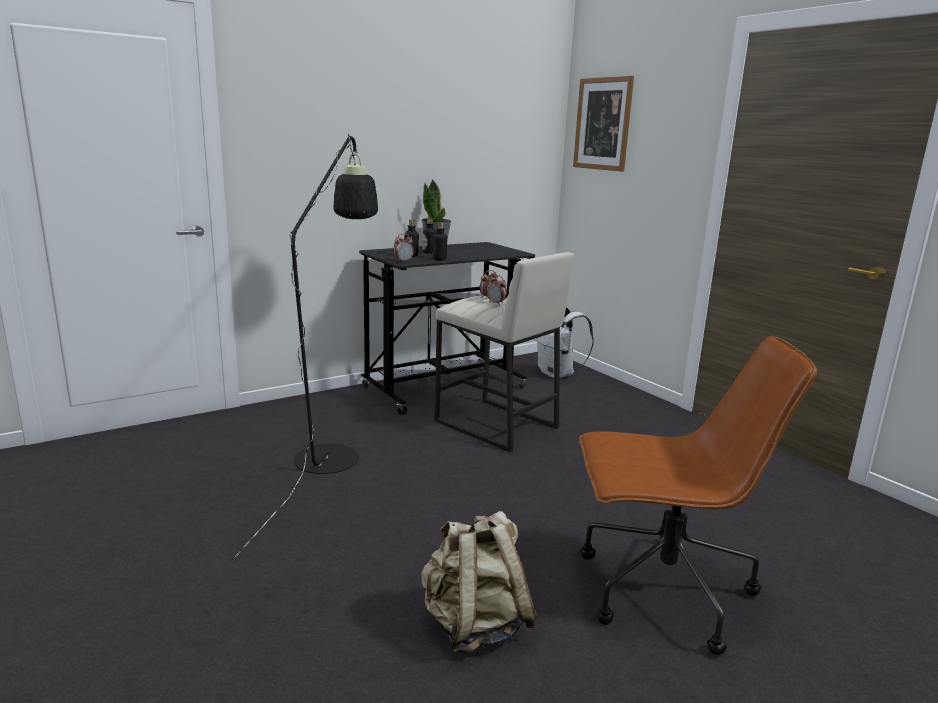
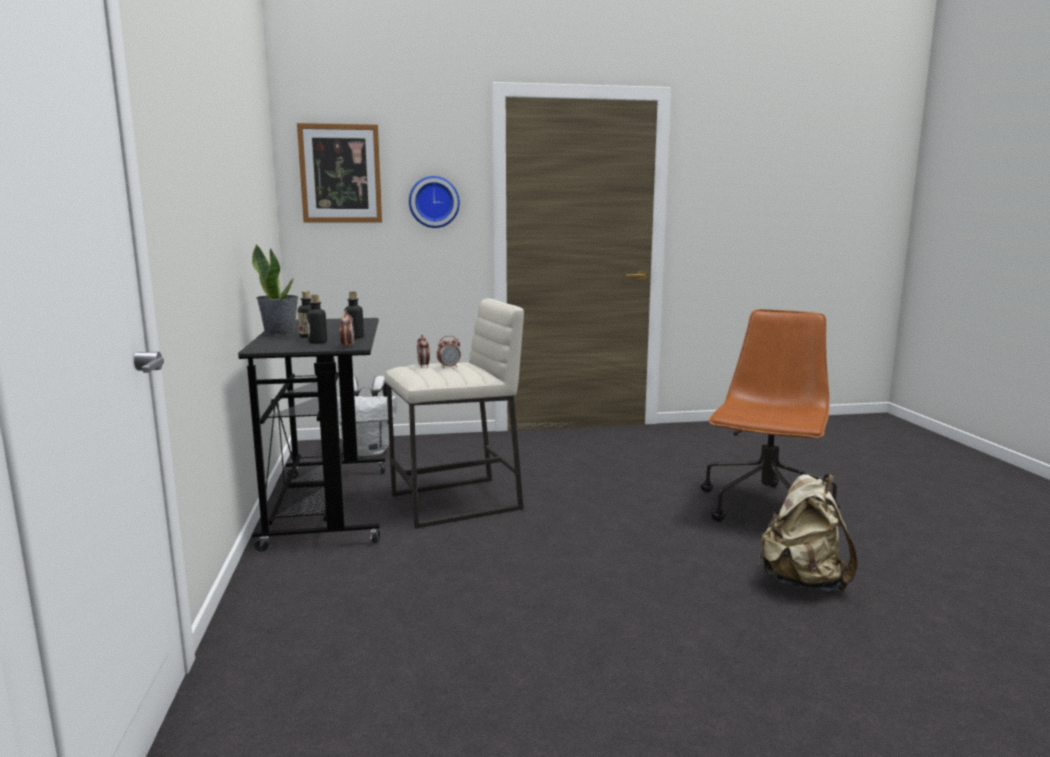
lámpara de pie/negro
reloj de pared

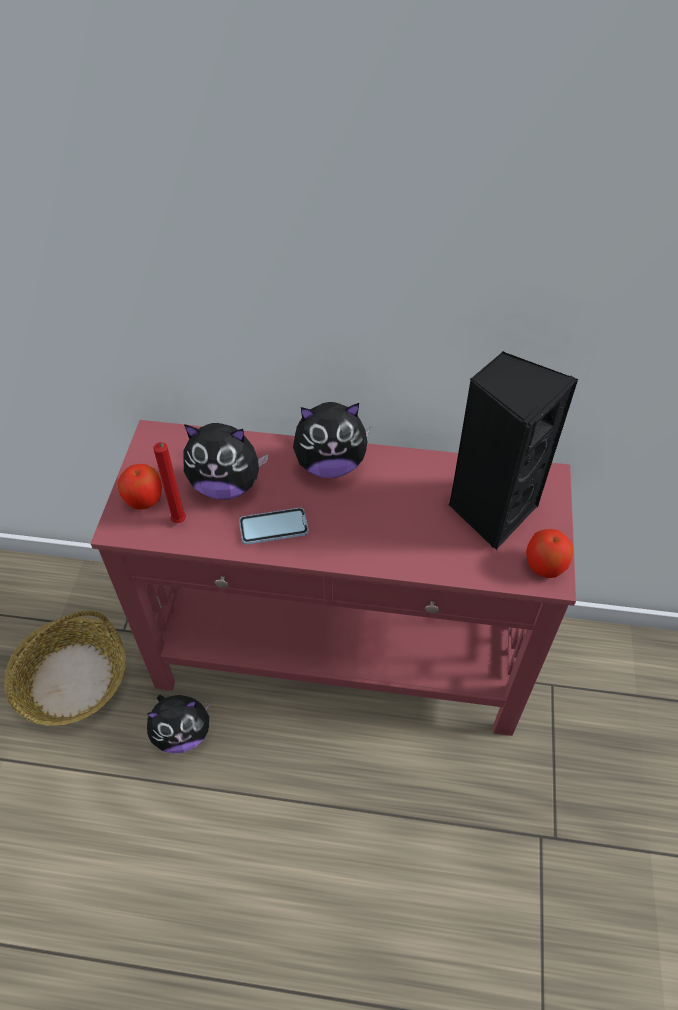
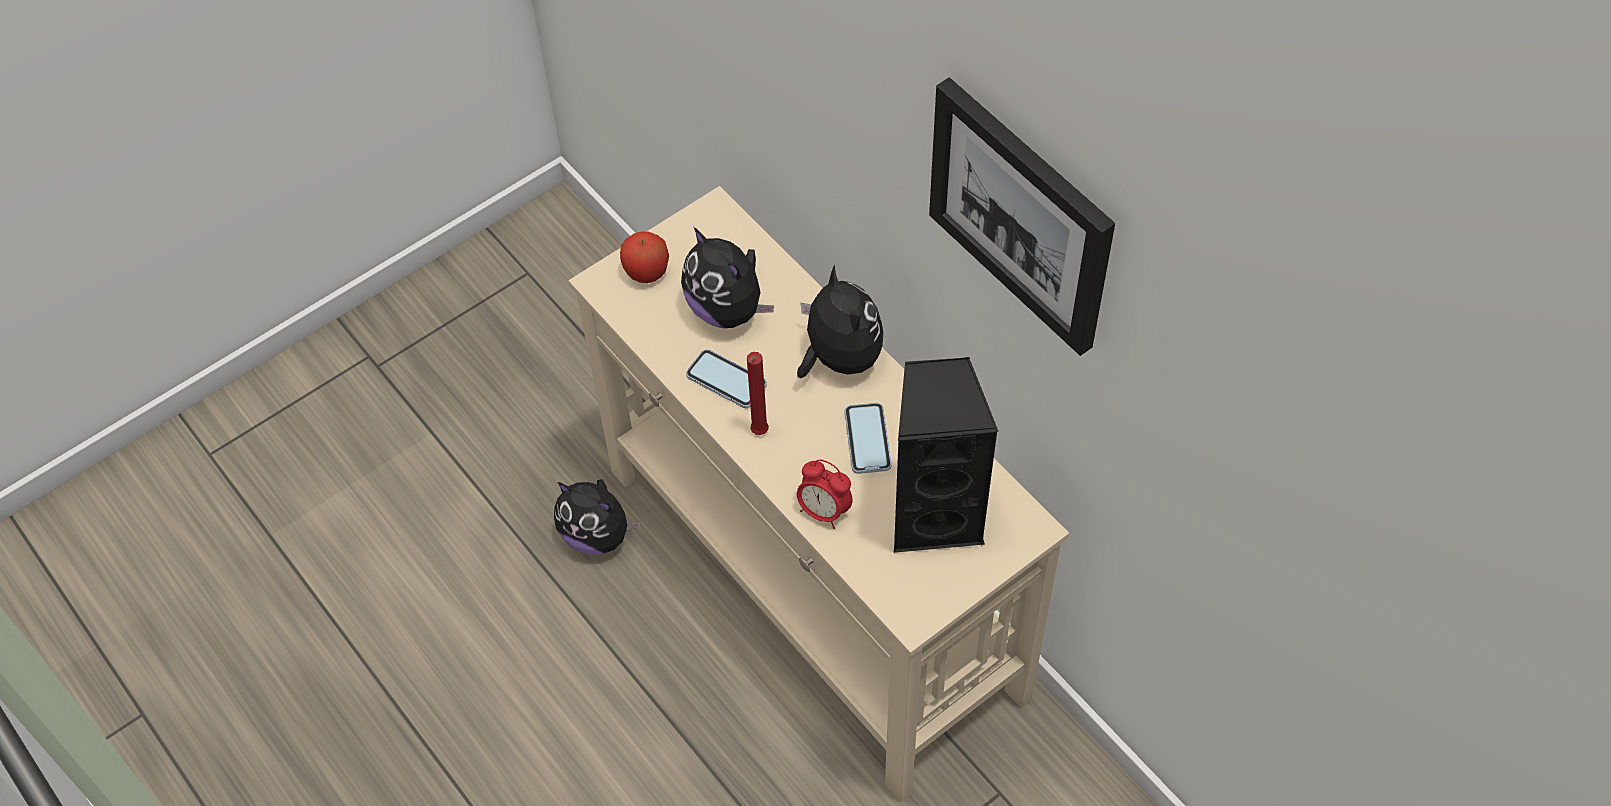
peluche (no. 3 from left)
mesa consola/beis
vela/rojo
manzana (no. 2 from left in the first image)
cesta
cuadro
móvil (no. 2 from left)
despertador

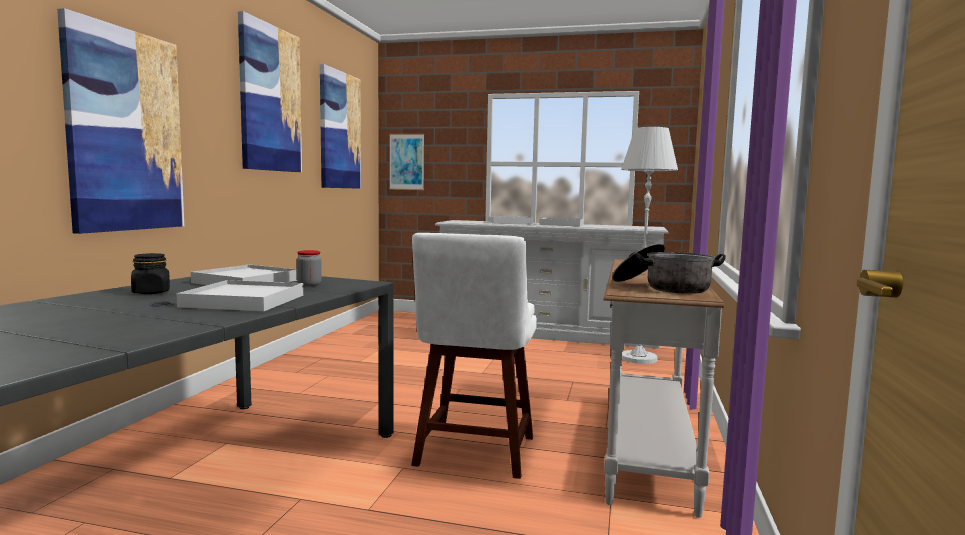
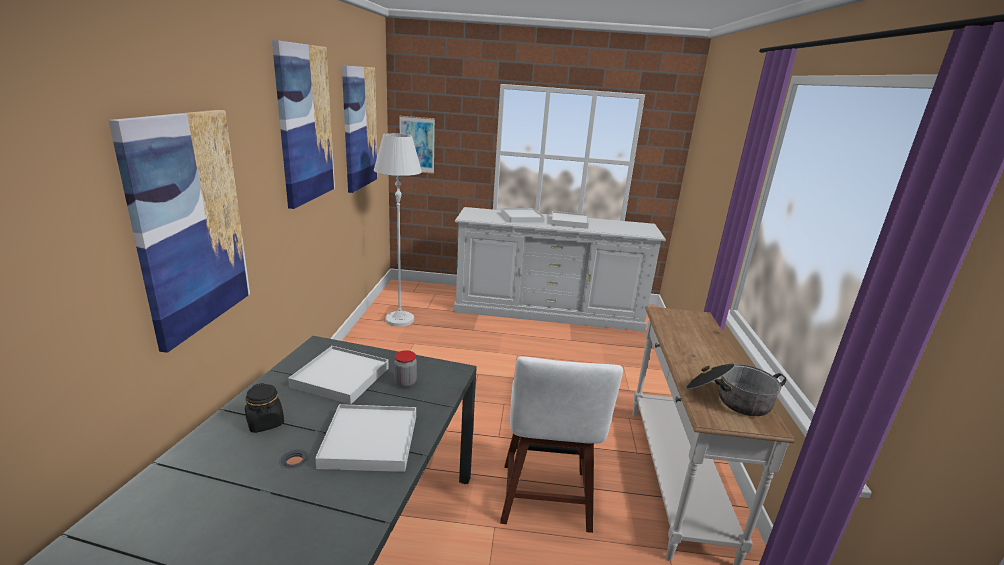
lámpara de pie/blanco

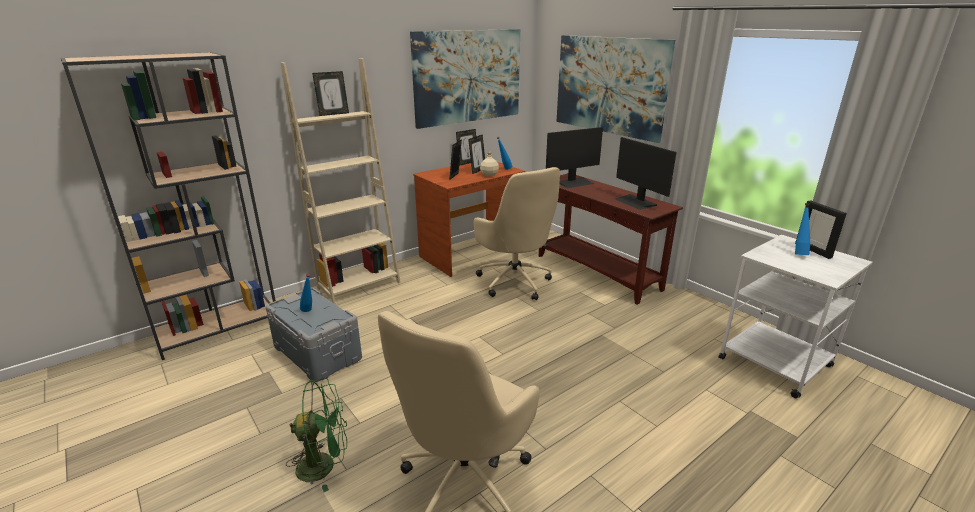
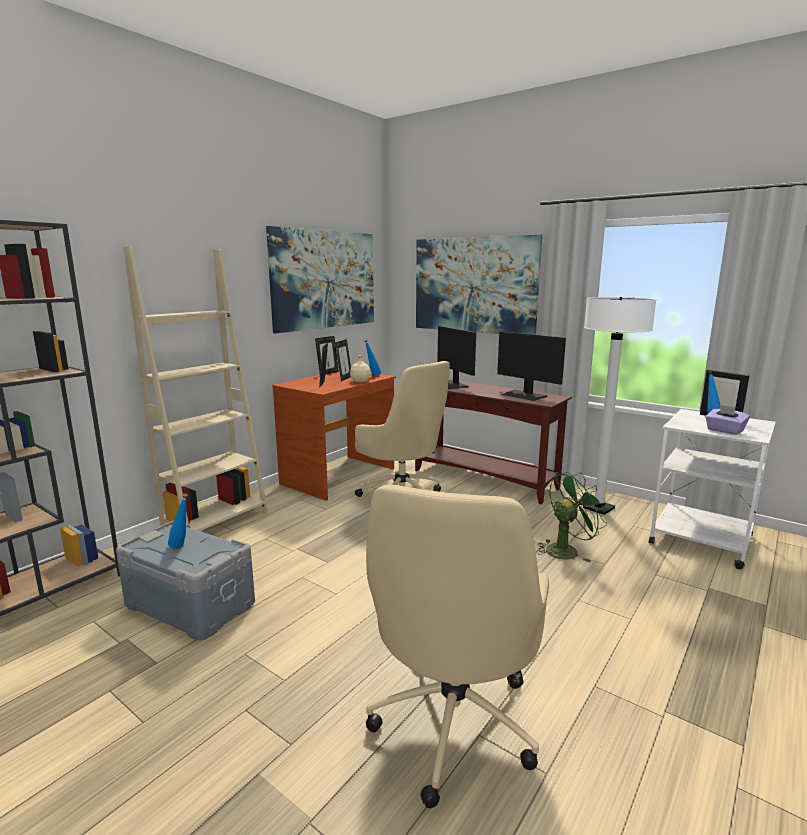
portarretratos (no. 1 from left in the first image)
monitor (no. 1 from left)
ventilador/verde
lámpara de pie/blanco
caja de pañuelos/morado

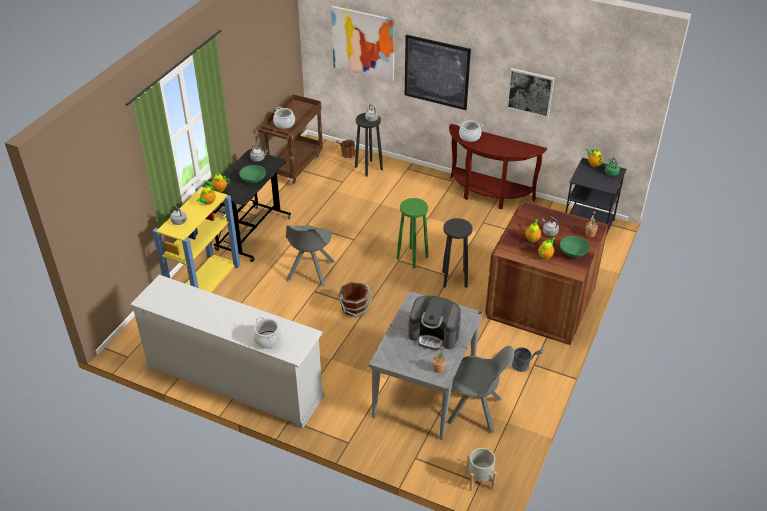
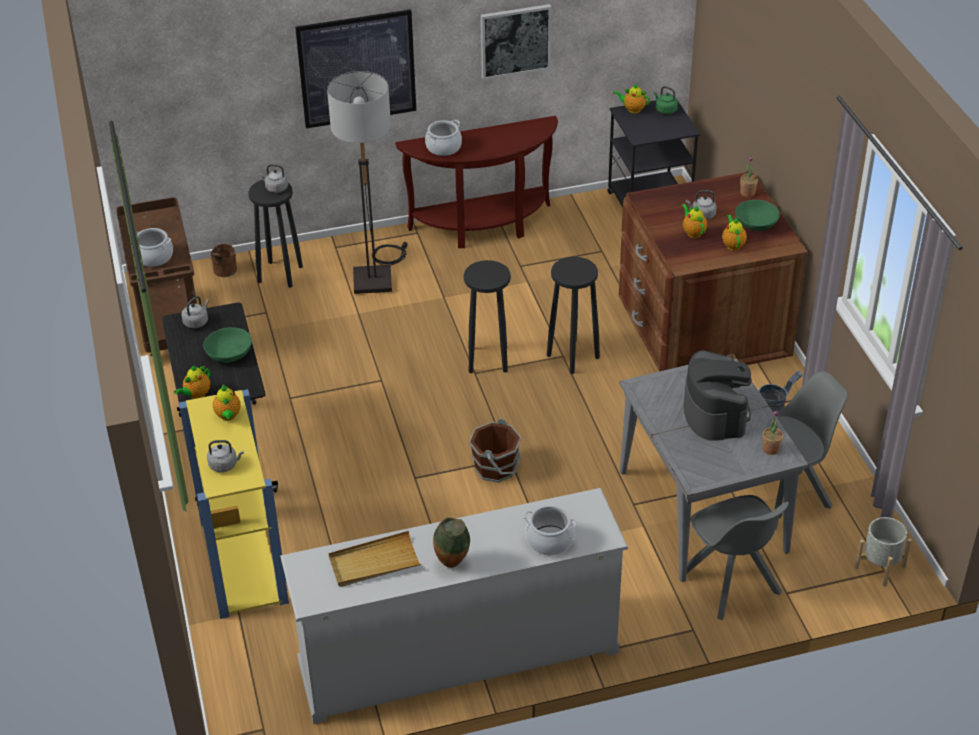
cuadro (no. 1 from left in the first image)
taburete/negro (no. 2 from left)
silla/gris (no. 1 from left)
cafetera
lámpara de pie
florero
bandeja/beis

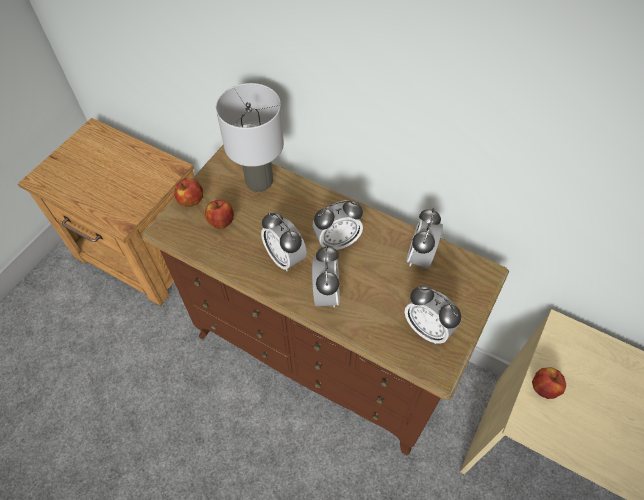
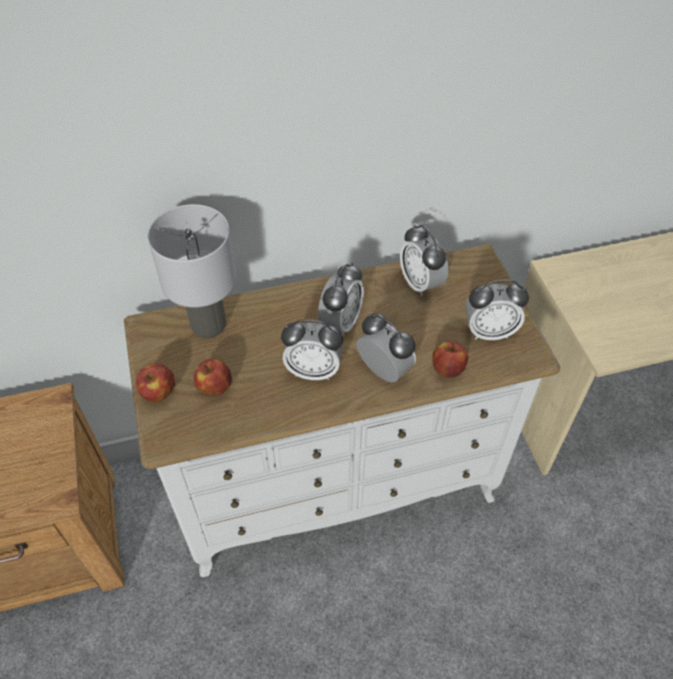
cómoda/blanco
manzana (no. 3 from left)

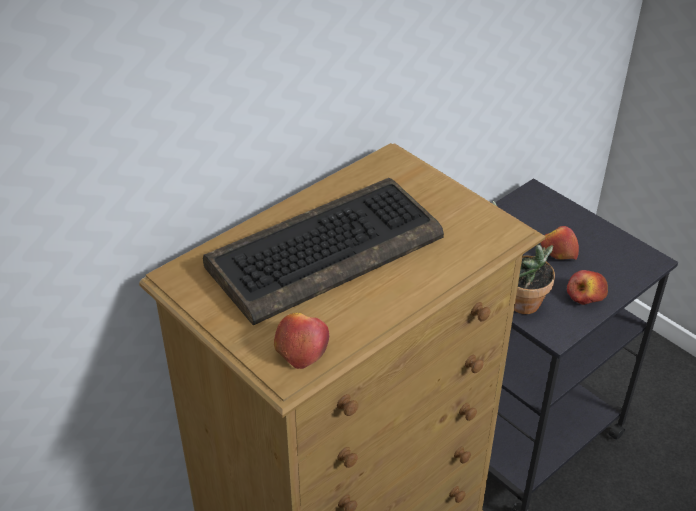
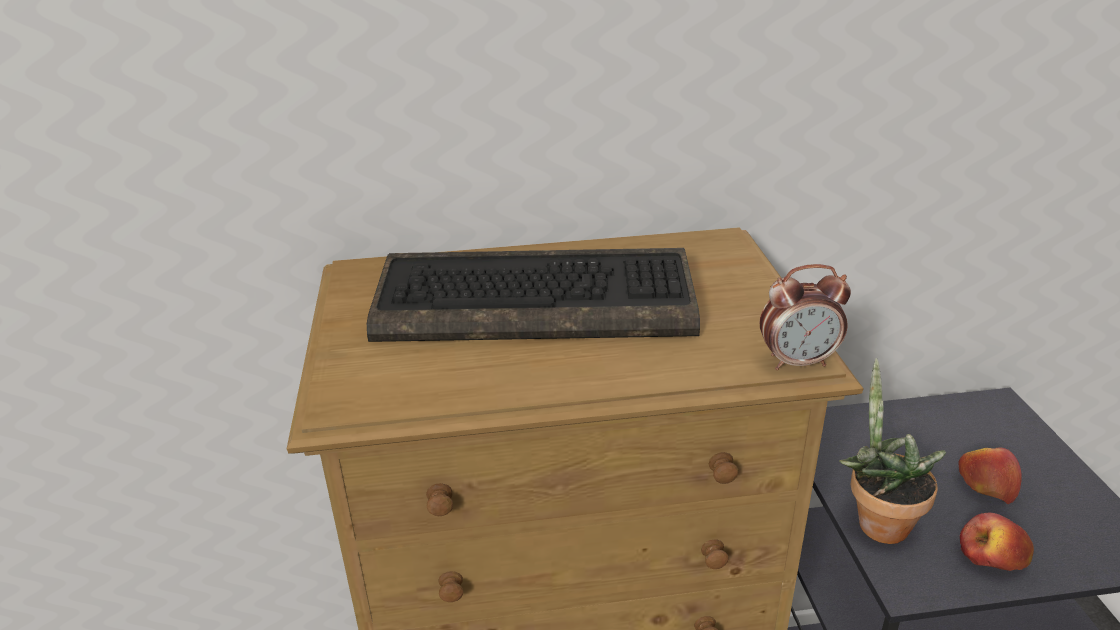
manzana (no. 1 from left in the first image)
despertador

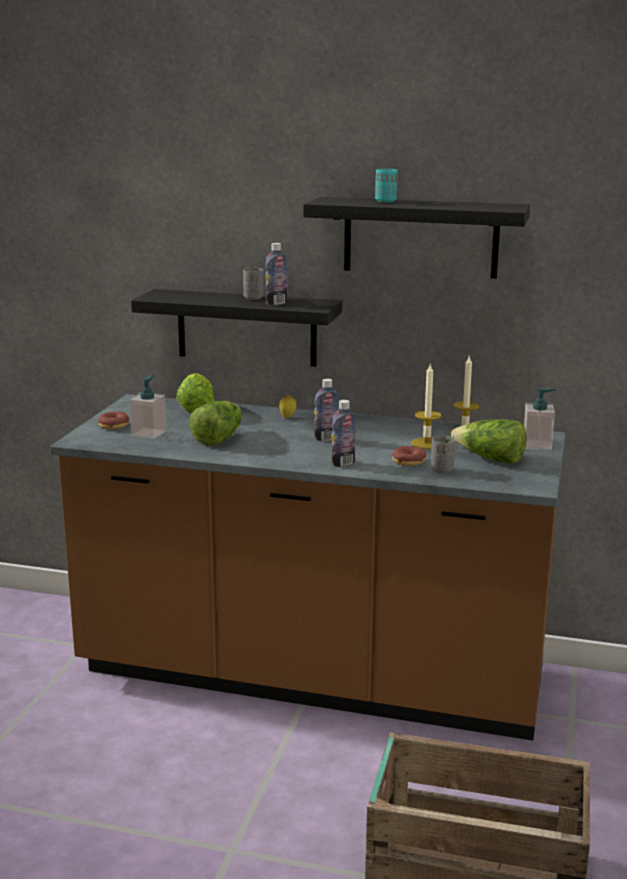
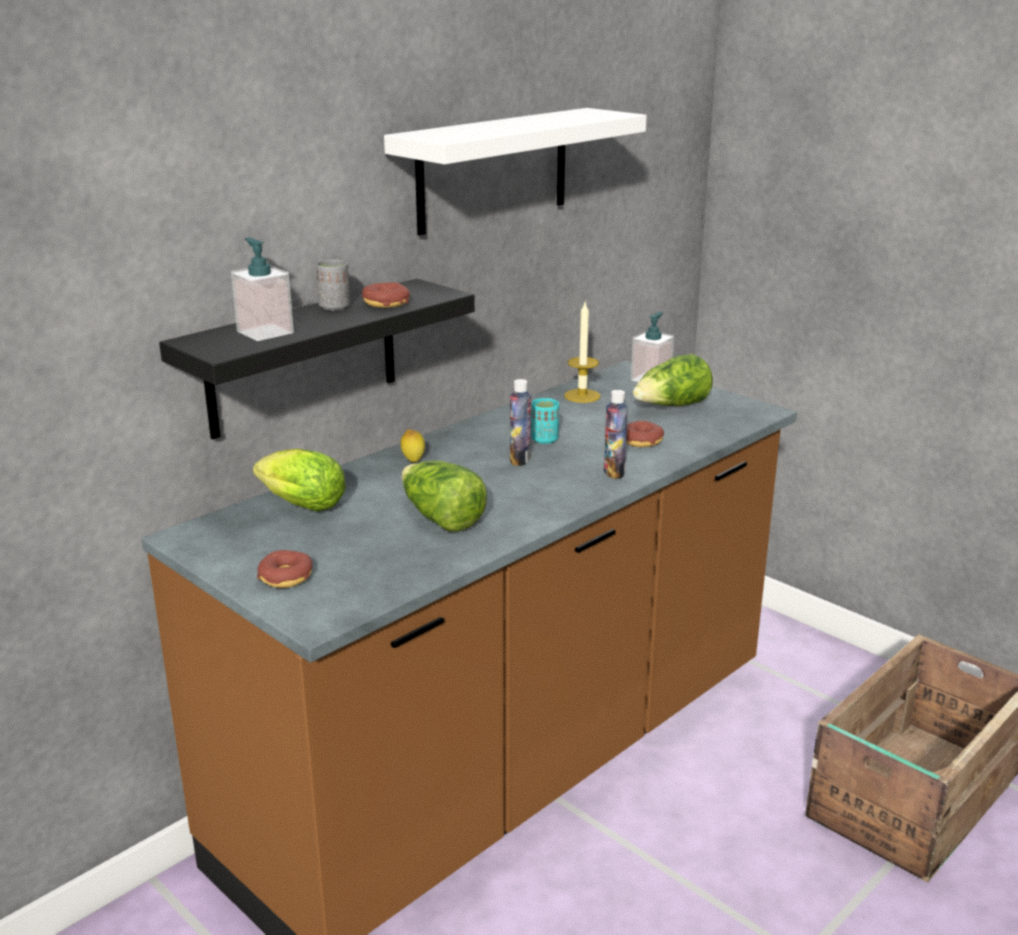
taza/turquesa
estante/blanco
rosquilla (no. 2 from left)
vela (no. 1 from left in the first image)
dispensador de jabón (no. 1 from left)
taza/gris (no. 2 from left in the first image)

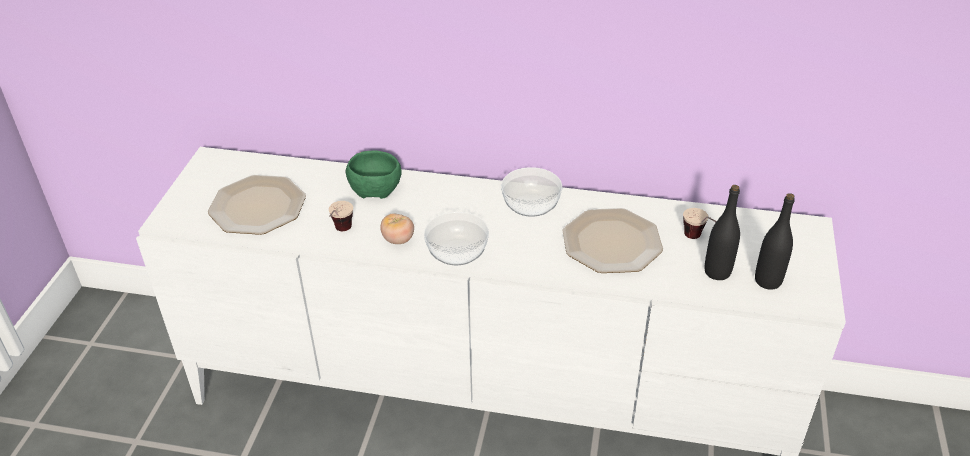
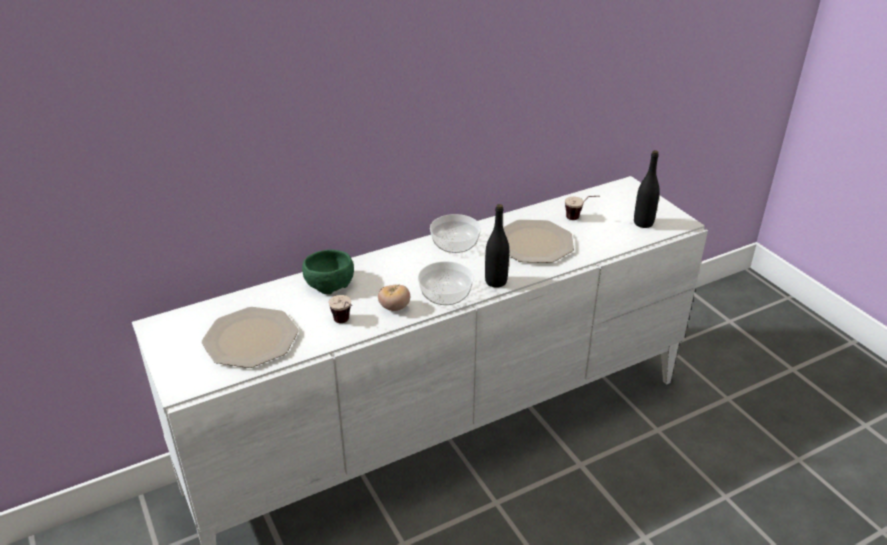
botella/negro (no. 1 from left)

